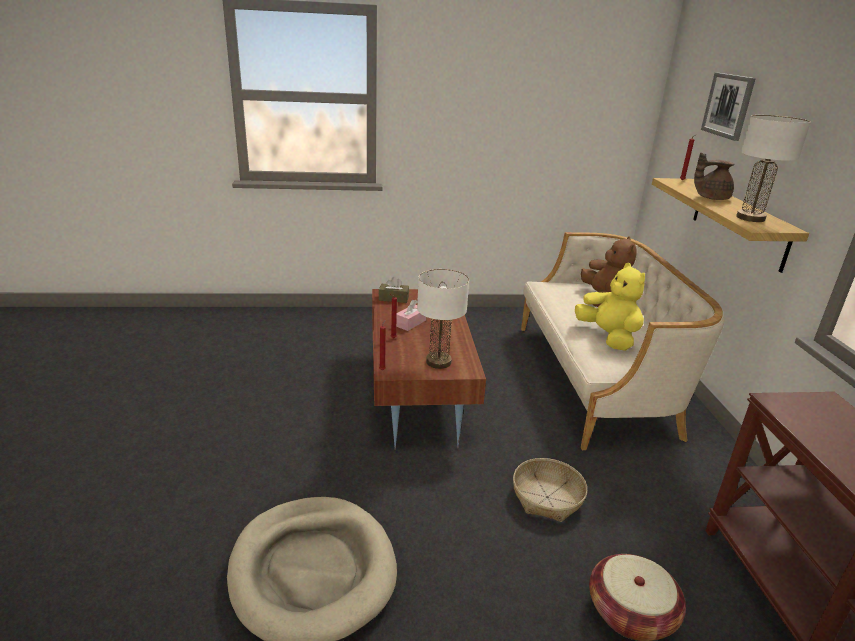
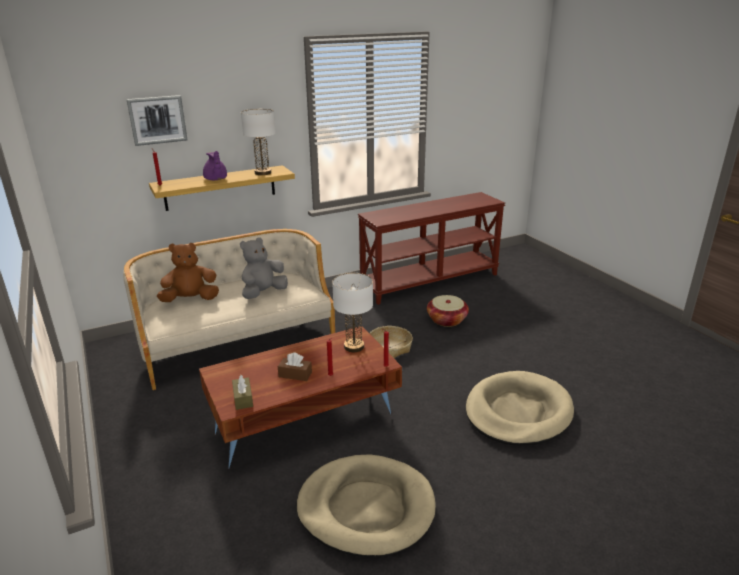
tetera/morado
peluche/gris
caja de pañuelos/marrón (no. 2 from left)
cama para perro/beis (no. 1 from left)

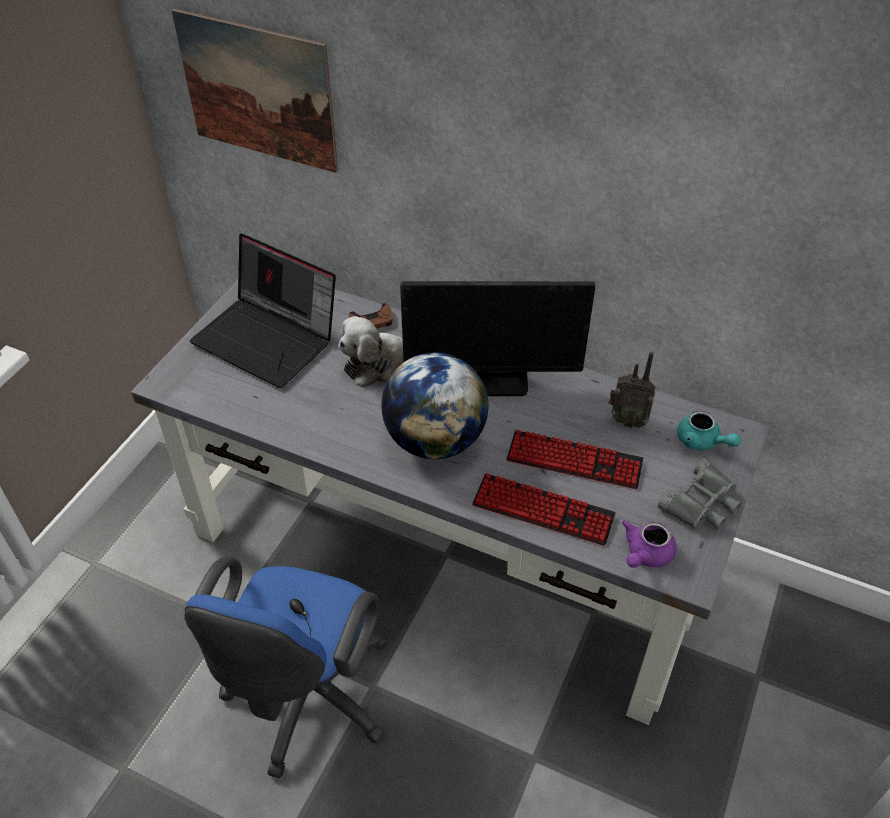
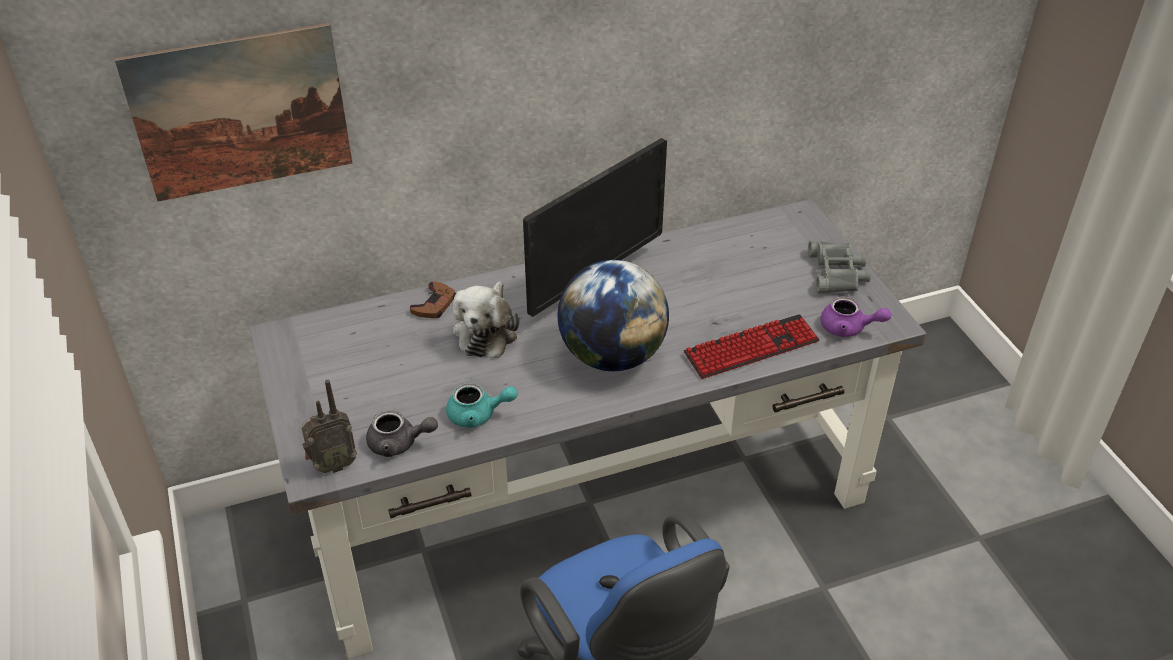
portátil
radio
tetera/turquesa
teclado (no. 2 from left in the first image)
tetera/morado
tetera/gris

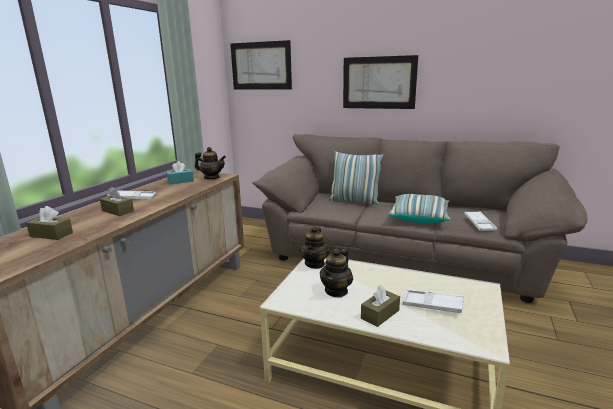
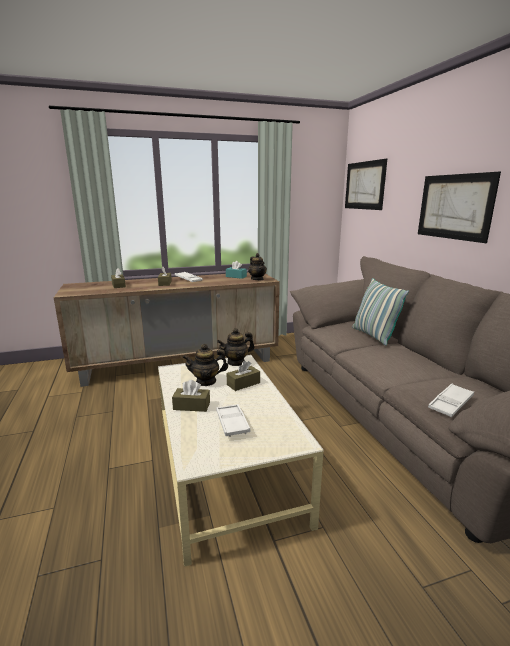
cojín (no. 2 from left in the first image)
caja de pañuelos/marrón (no. 4 from left)

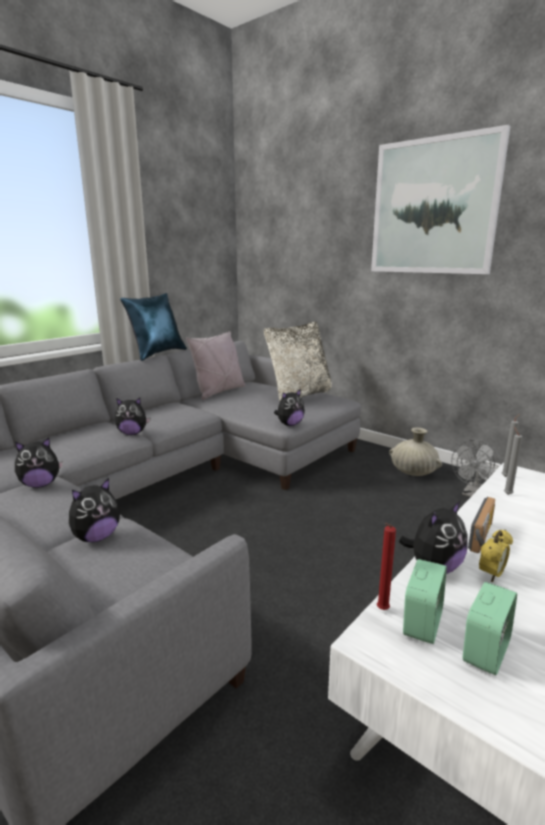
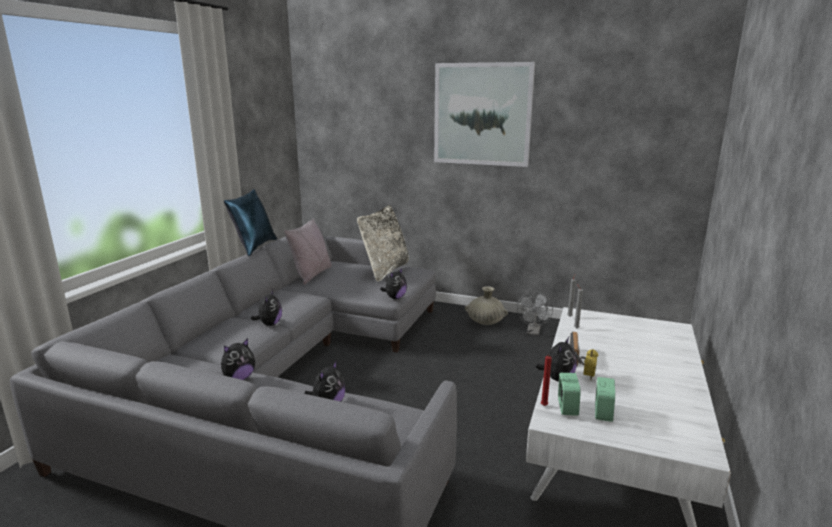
peluche (no. 2 from left)

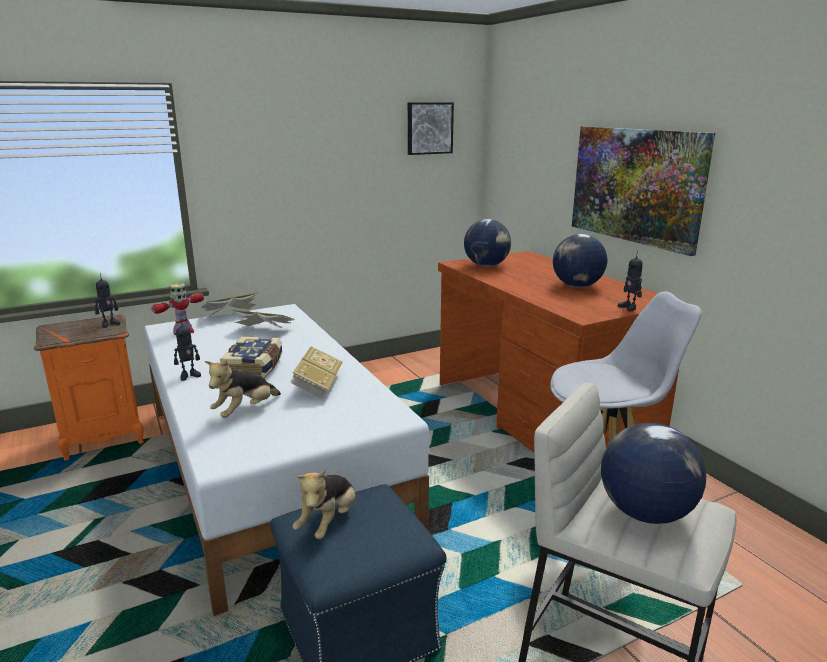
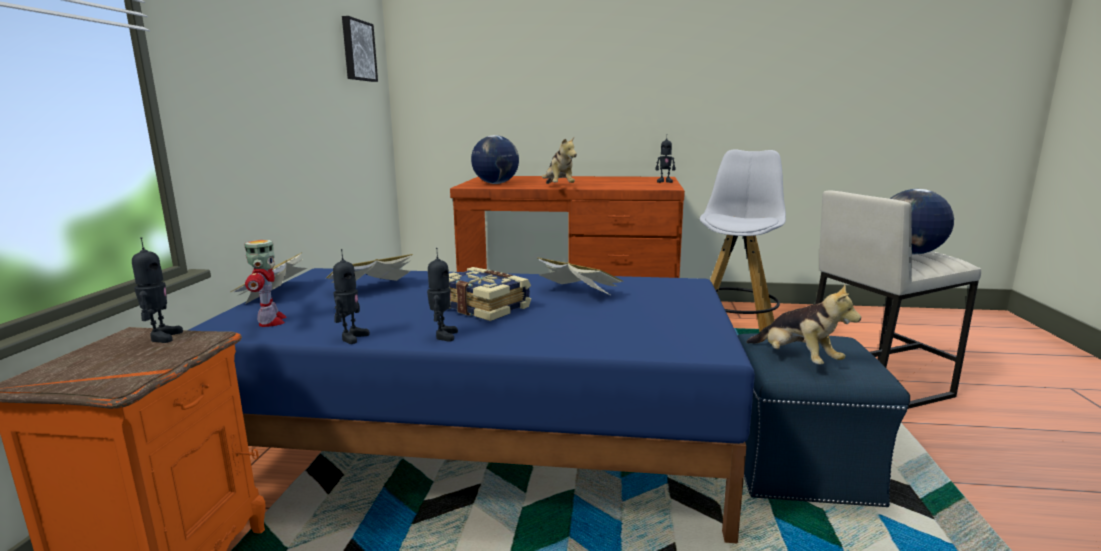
cuadro (no. 2 from left in the first image)
globo terráqueo (no. 2 from left in the first image)
cama/azul
peluche (no. 1 from left)
robot de juguete (no. 3 from left)

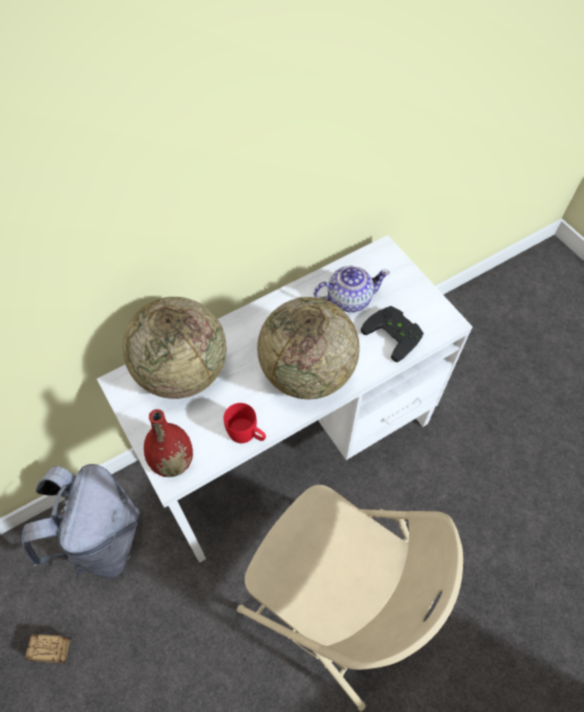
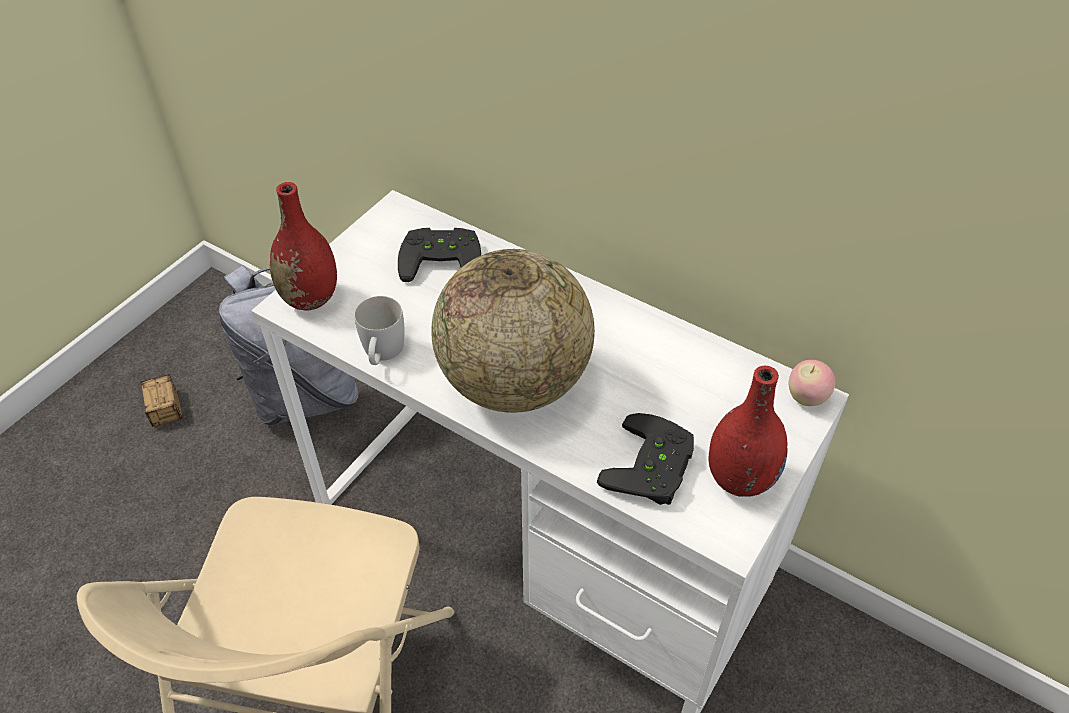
tetera
mando de consola/negro (no. 1 from left)
taza grande/blanco
manzana
florero/rojo (no. 2 from left)

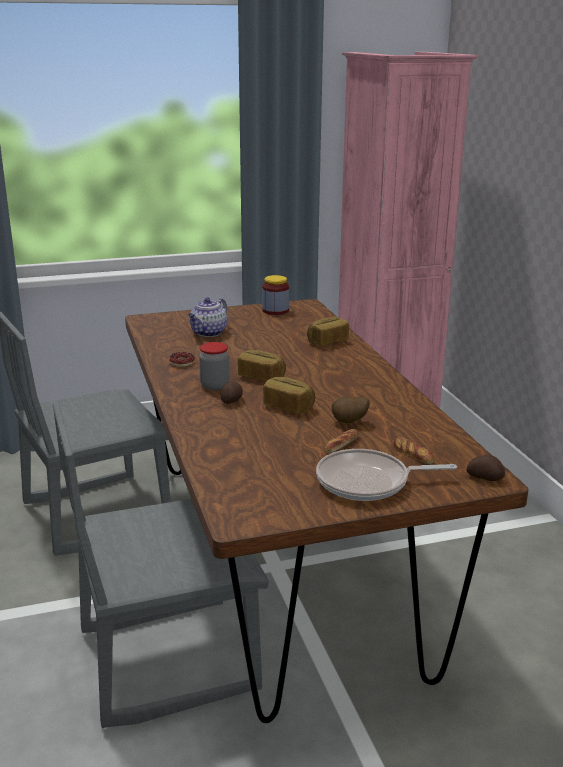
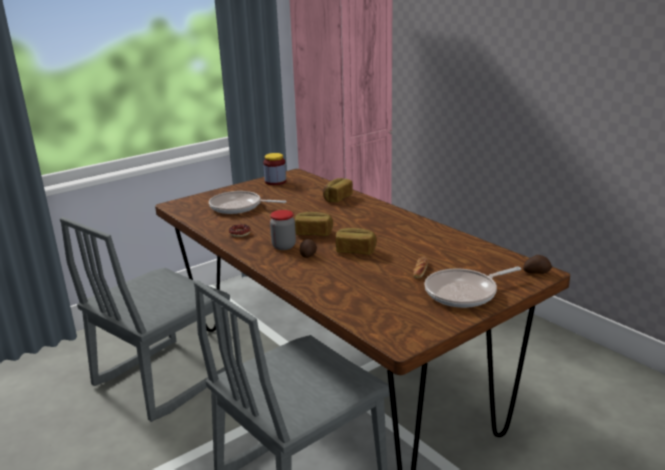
sartén (no. 1 from left)
patata (no. 2 from left in the first image)
pan (no. 5 from left in the first image)

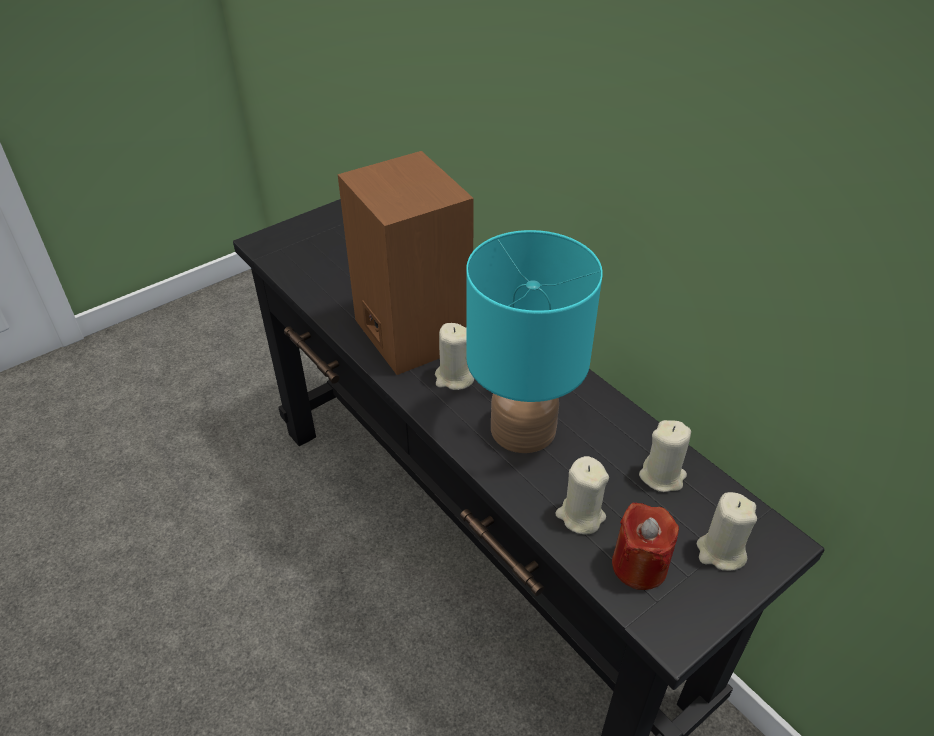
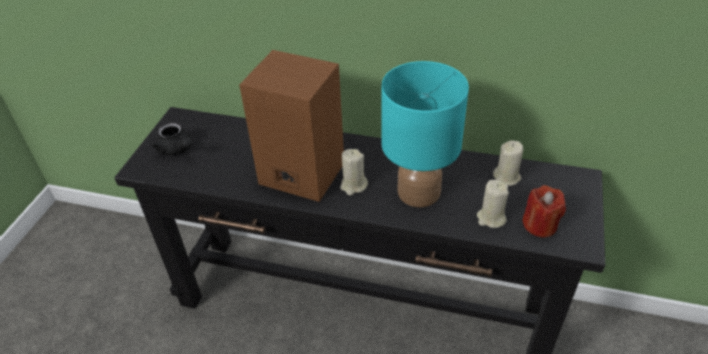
vela/beis (no. 4 from left in the first image)
tetera/negro

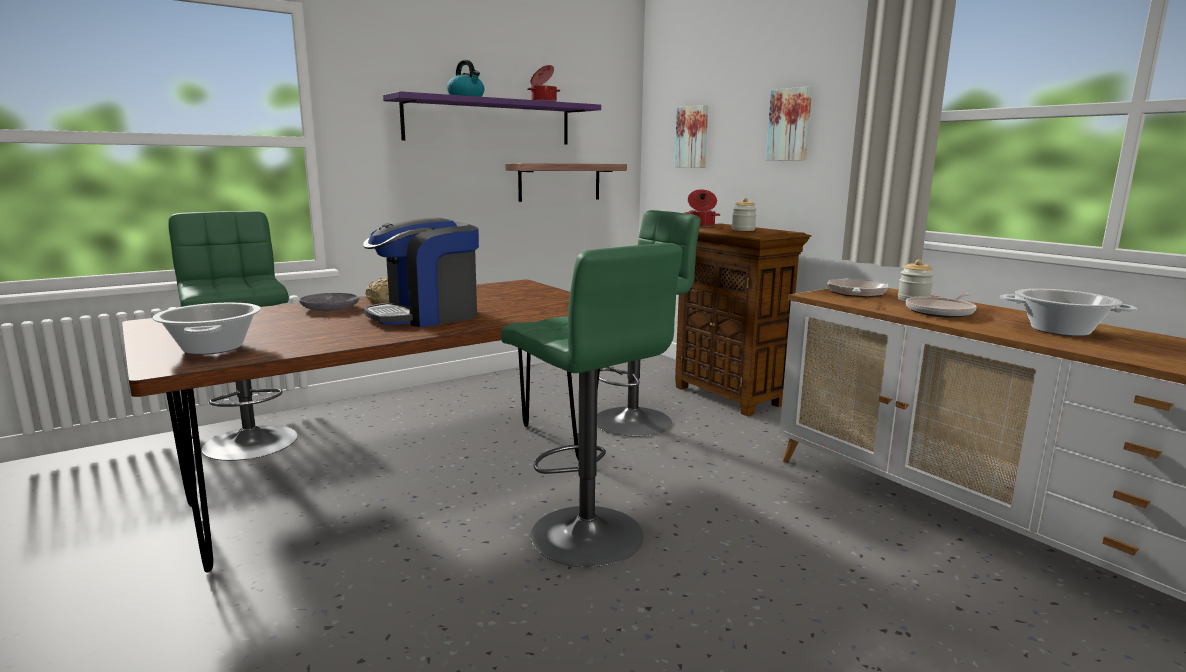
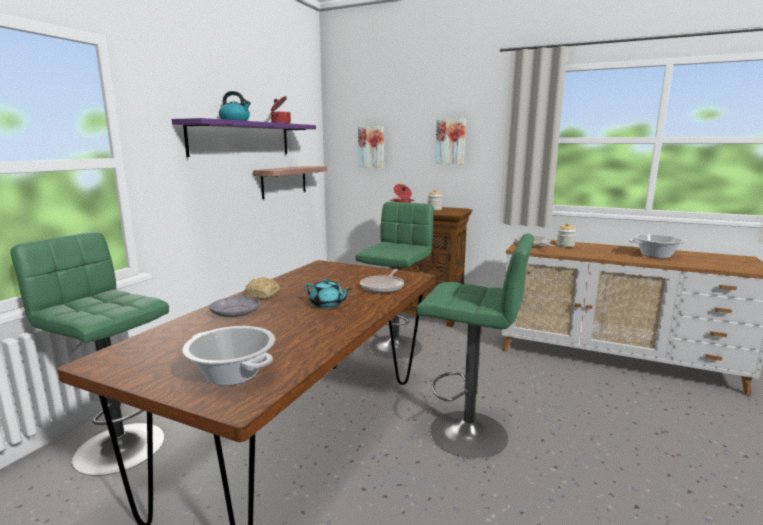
tetera/turquesa
sartén (no. 1 from left)

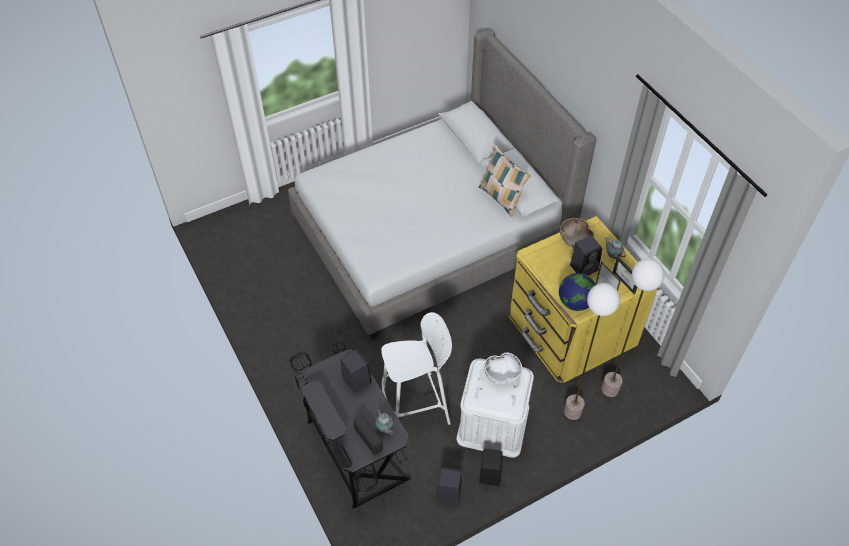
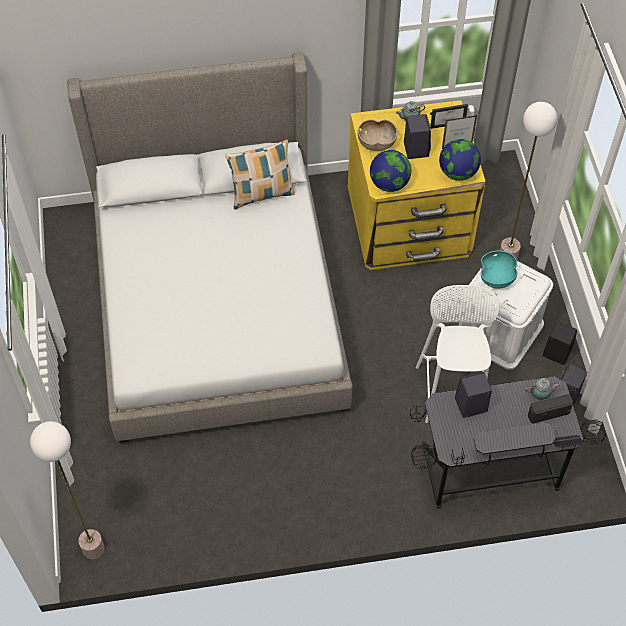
lámpara de pie (no. 1 from left)
cuenco/turquesa
globo terráqueo (no. 1 from left)

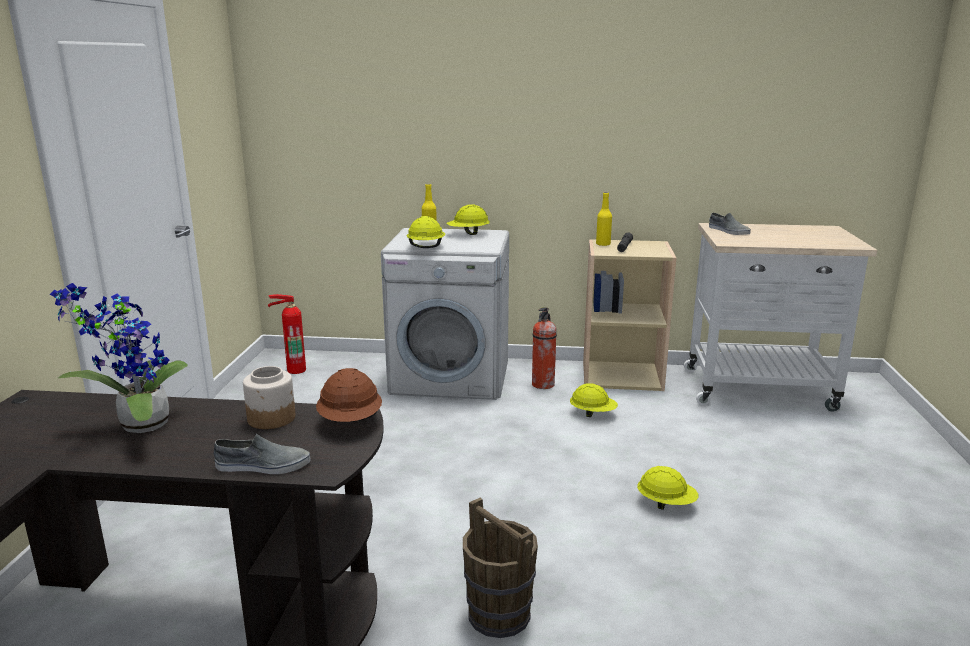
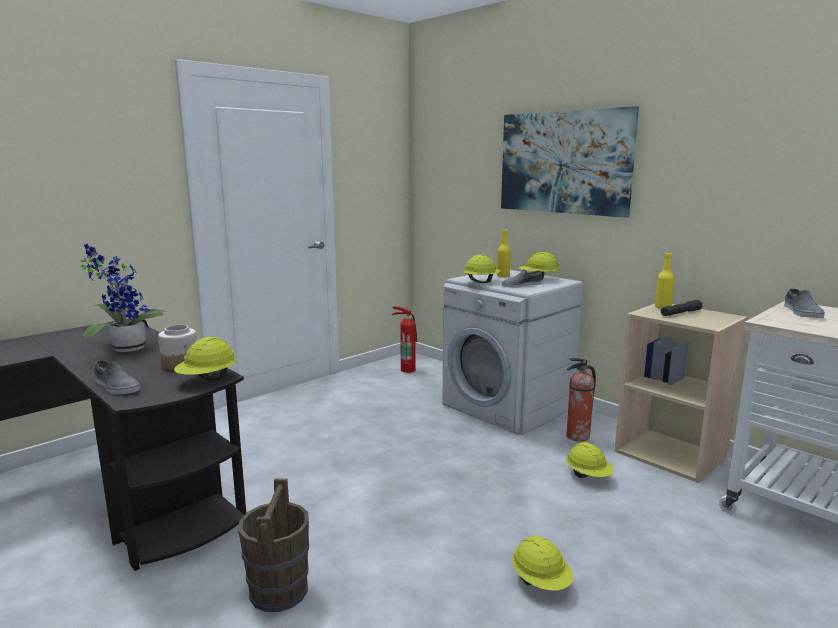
casco/amarillo (no. 1 from left)
cuadro
zapato/gris (no. 2 from left)

